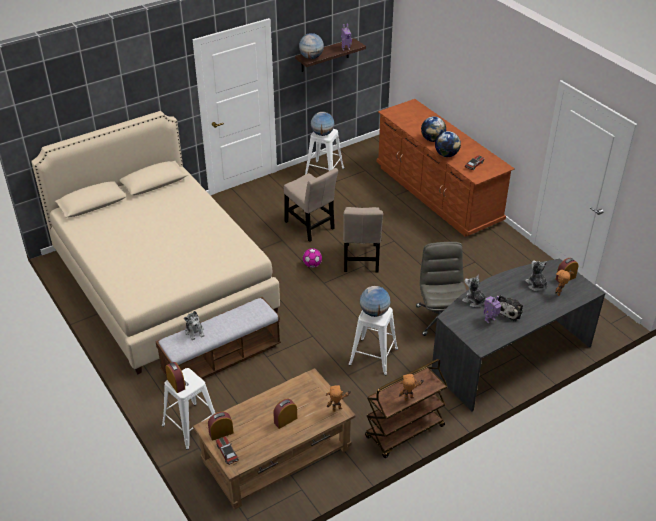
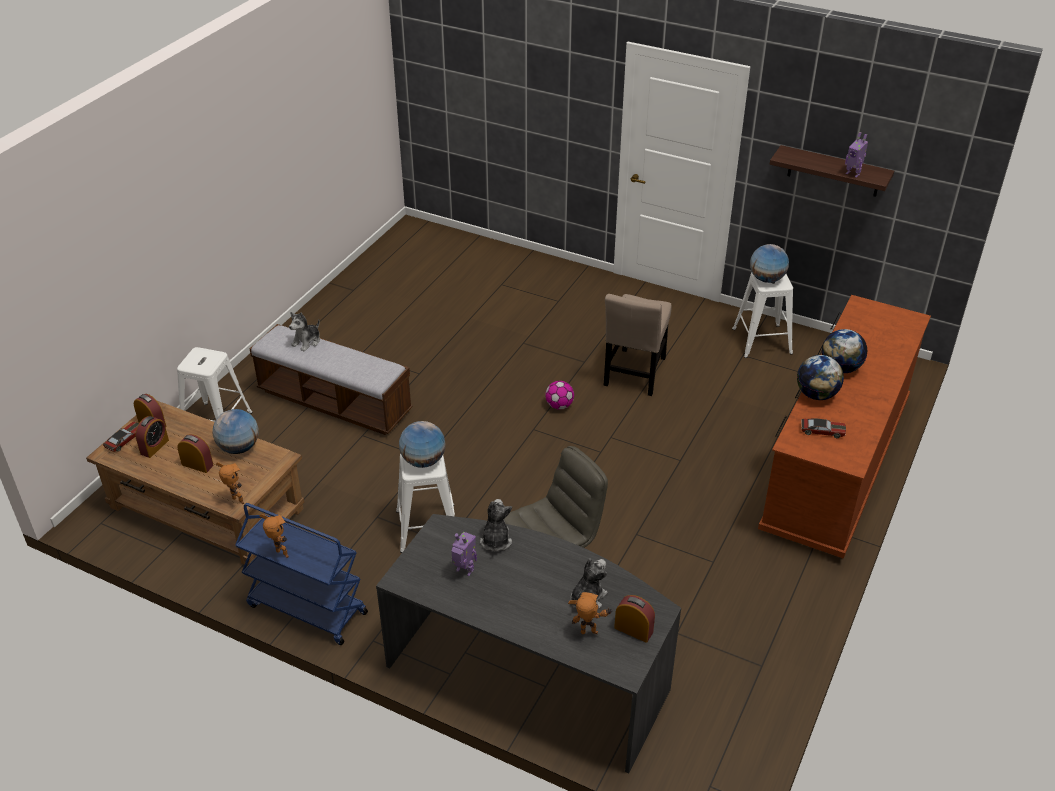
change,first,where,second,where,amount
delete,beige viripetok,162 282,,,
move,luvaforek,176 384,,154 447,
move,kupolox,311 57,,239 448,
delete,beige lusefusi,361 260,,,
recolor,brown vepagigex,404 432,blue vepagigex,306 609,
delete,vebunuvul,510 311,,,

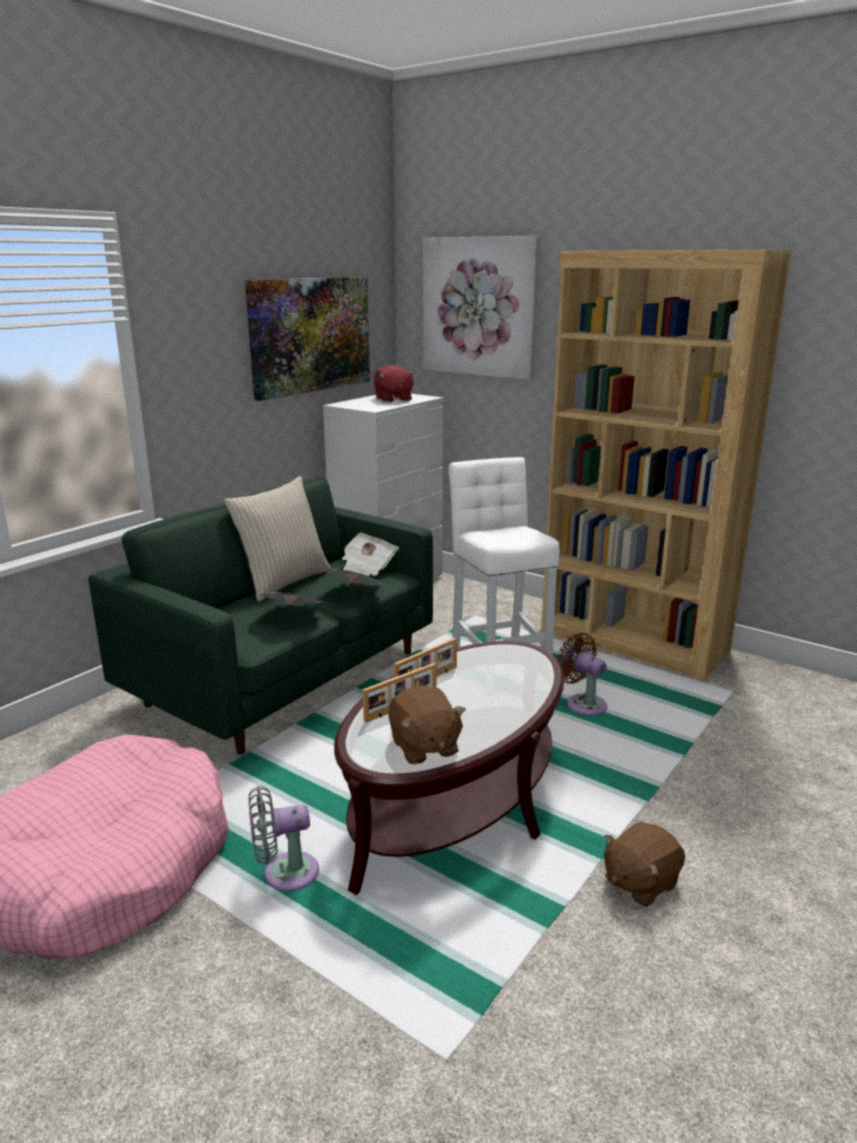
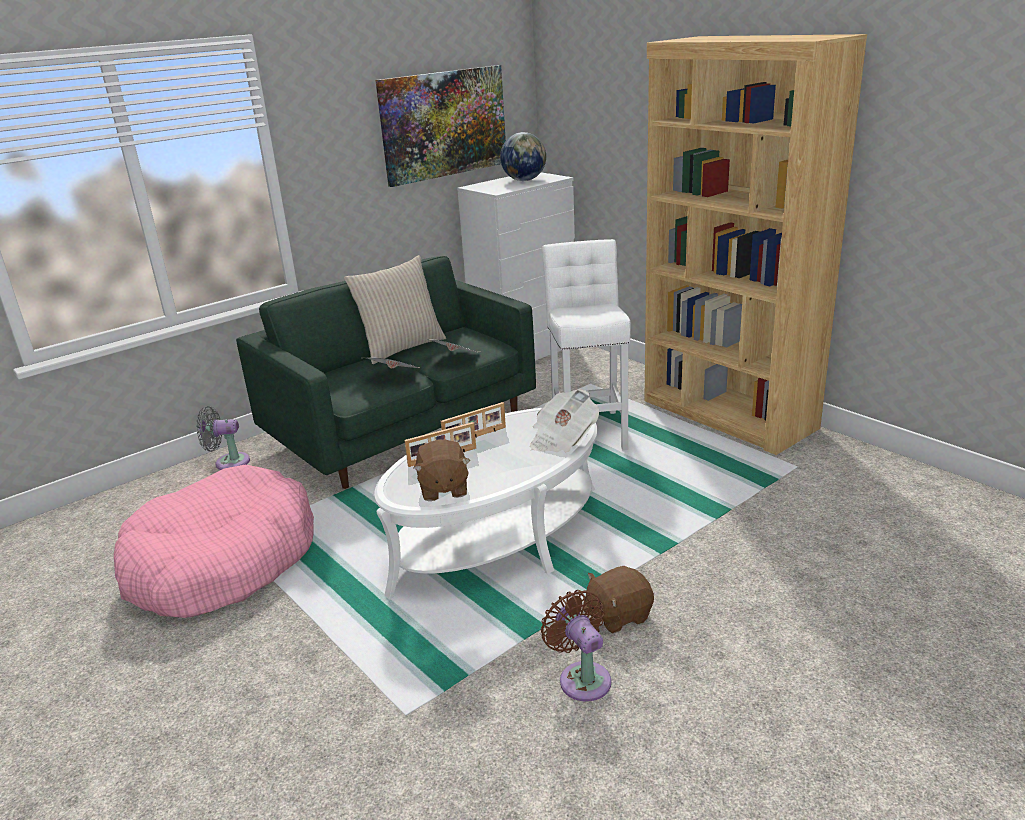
change,first,where,second,where,amount
move,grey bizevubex,285 874,,228 462,
recolor,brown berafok,455 801,white berafok,498 538,
move,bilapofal,368 568,,562 439,
replace,red vebunuvul,393 399,kupolox,524 180,
delete,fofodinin,479 307,,,
move,brown bizevubex,583 704,,582 677,

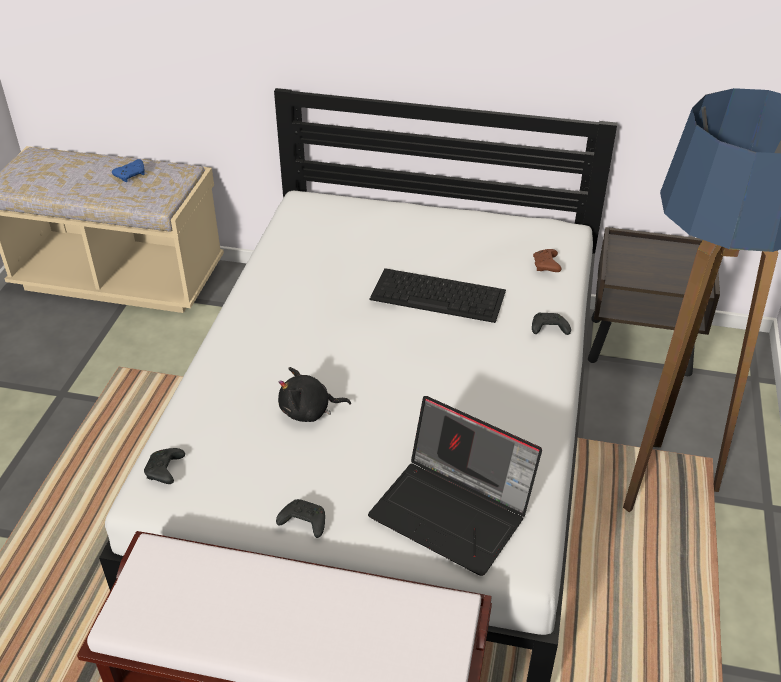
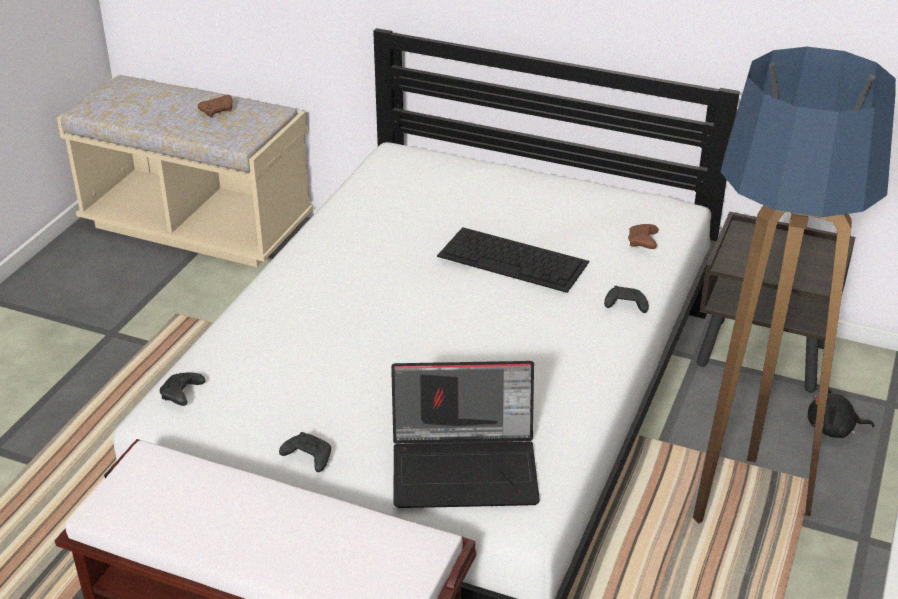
change,first,where,second,where,amount
recolor,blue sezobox,131 175,brown sezobox,218 111,
move,black vebunuvul,309 411,,833 429,
rotate,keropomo,454 511,,466 466,45 degrees counterclockwise

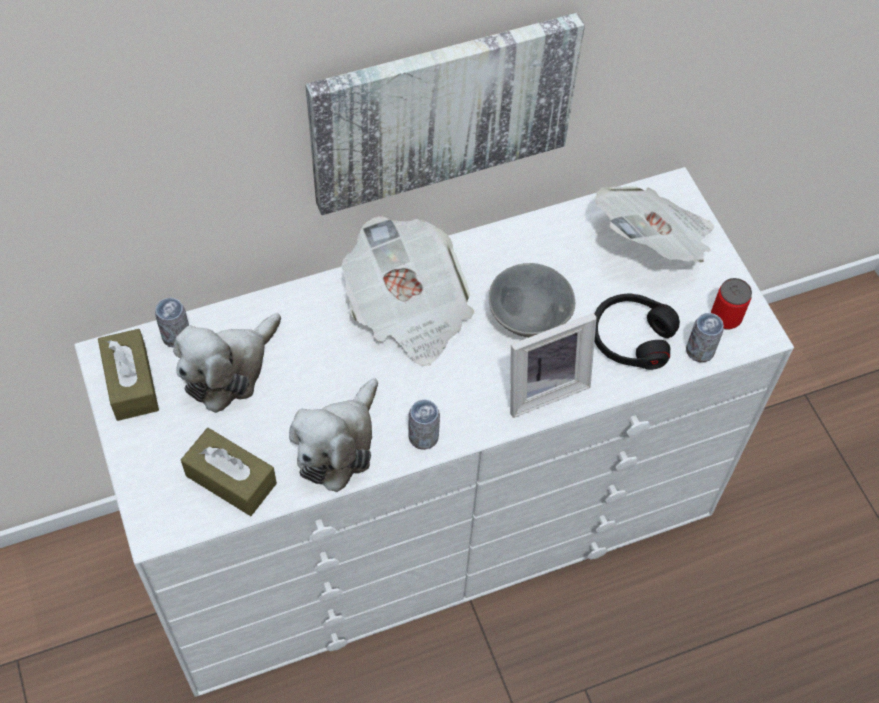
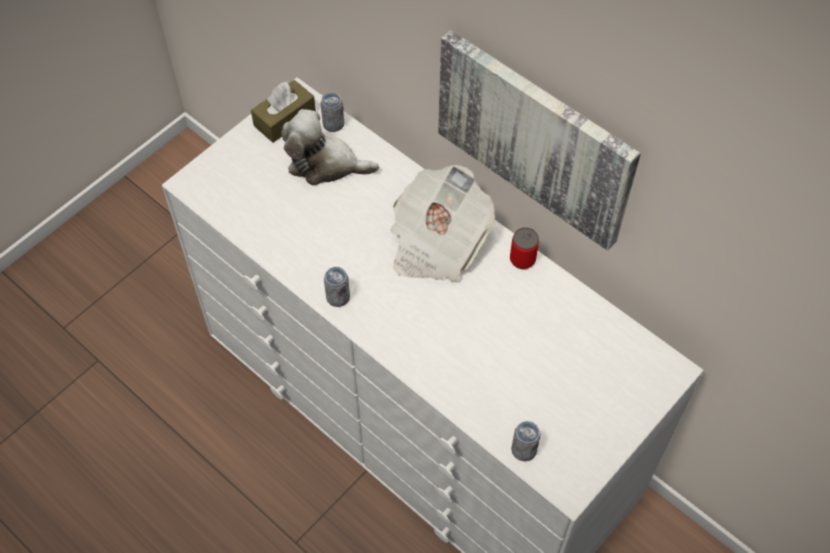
change,first,where,second,where,amount
delete,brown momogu,231 479,,,
delete,vebunuvul,338 445,,,
delete,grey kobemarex,529 318,,,
delete,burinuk,543 387,,,
delete,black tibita,631 338,,,
delete,bilapofal,654 242,,,
move,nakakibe,725 317,,522 259,

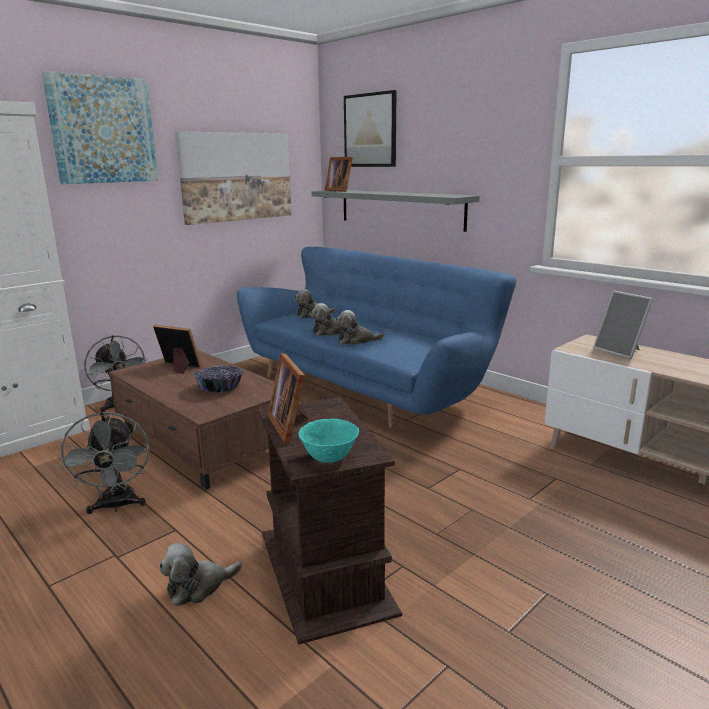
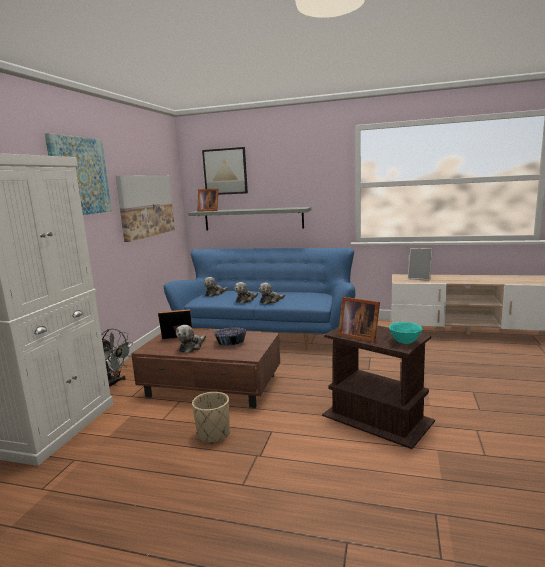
change,first,where,second,where,amount
replace,grey bizevubex,117 506,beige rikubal,213 434,
move,vebunuvul,198 587,,191 347,

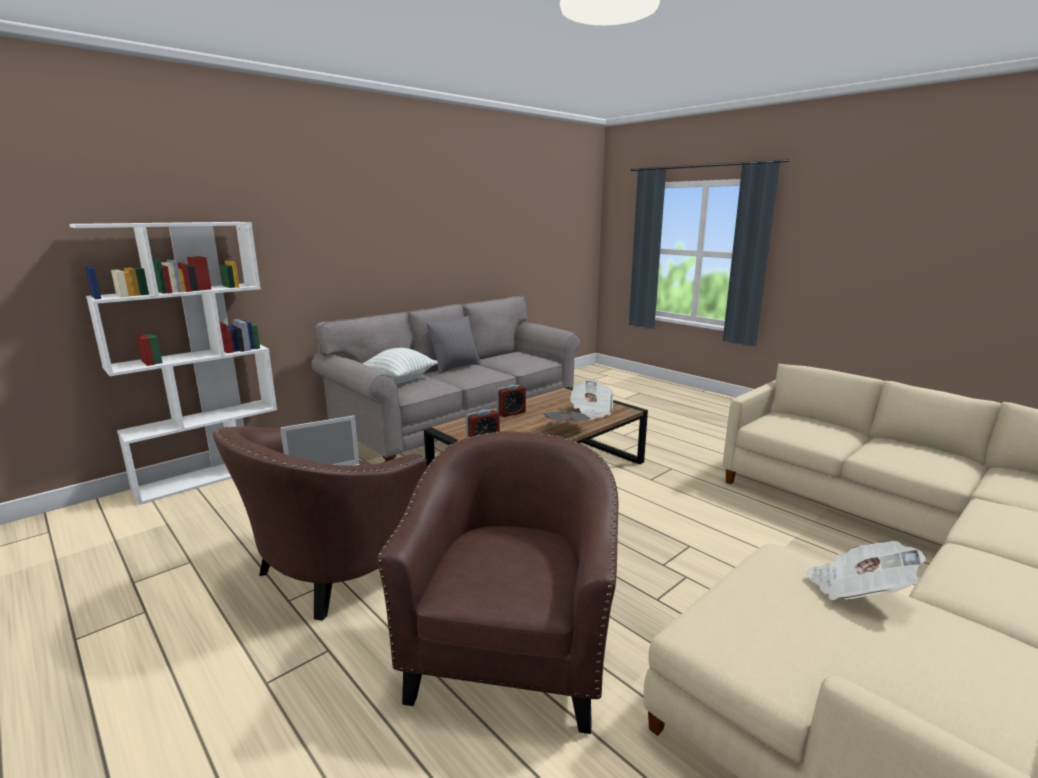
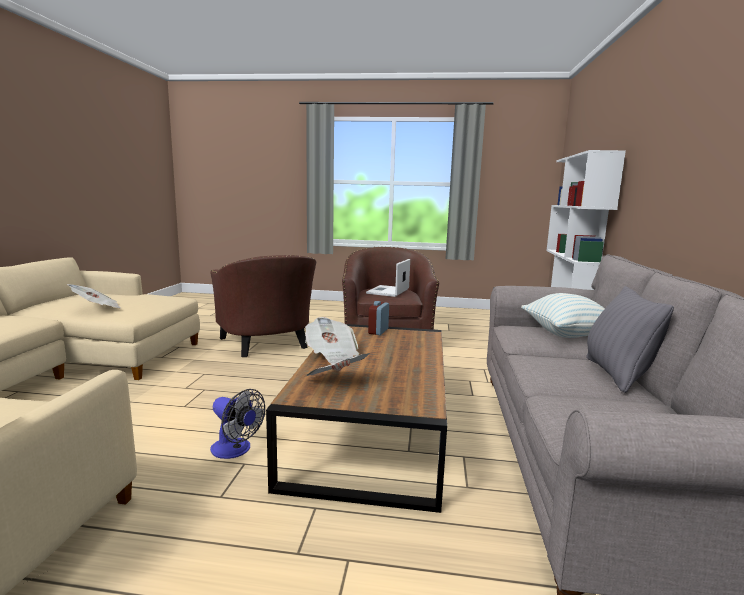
change,first,where,second,where,amount
delete,luvaforek,511 413,,,
insert,,,bizevubex,235 450,

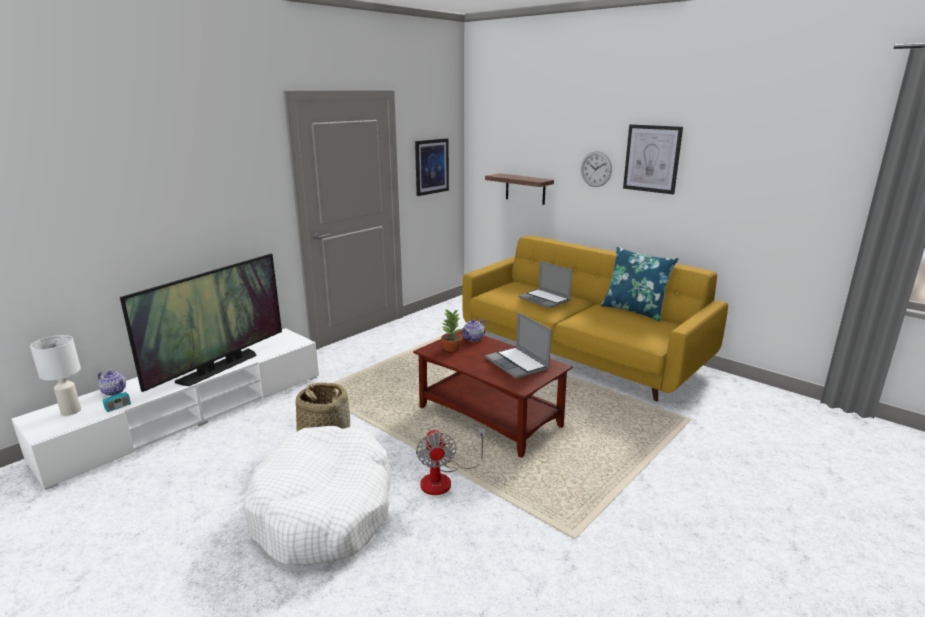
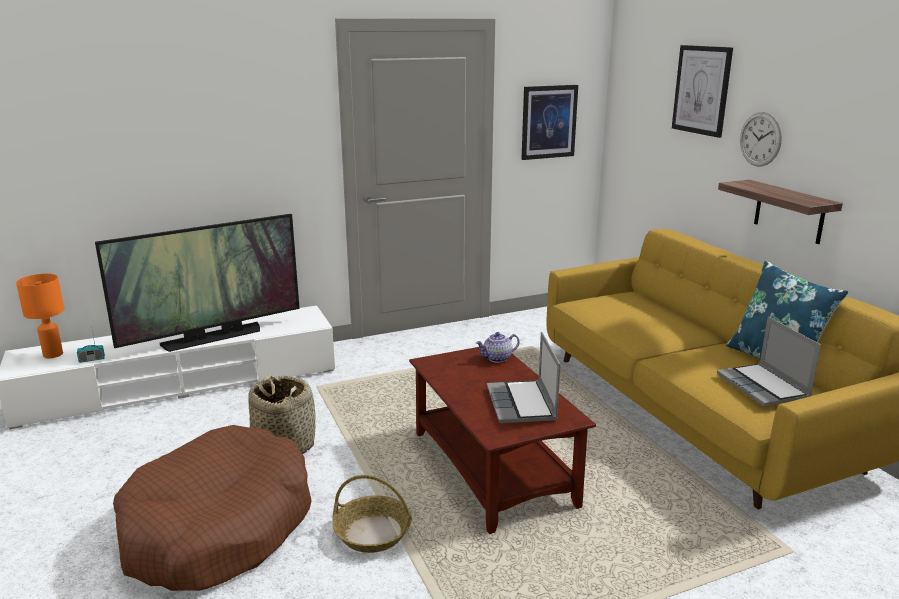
change,first,where,second,where,amount
recolor,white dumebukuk,70 411,orange dumebukuk,52 354,
delete,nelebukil,115 391,,,
recolor,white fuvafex,324 510,brown fuvafex,218 527,
replace,bizevubex,444 479,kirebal,373 533,
delete,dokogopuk,451 348,,,
move,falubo,525 189,,789 212,
move,keropomo,545 299,,764 387,
move,fofodinin,652 158,,701 90,

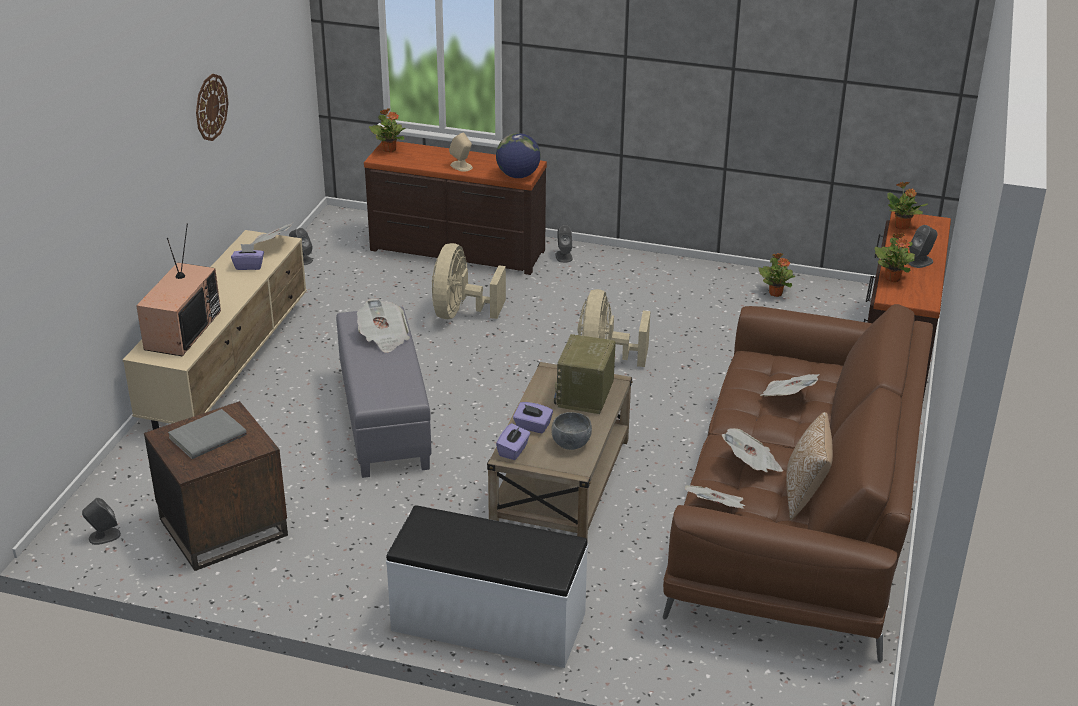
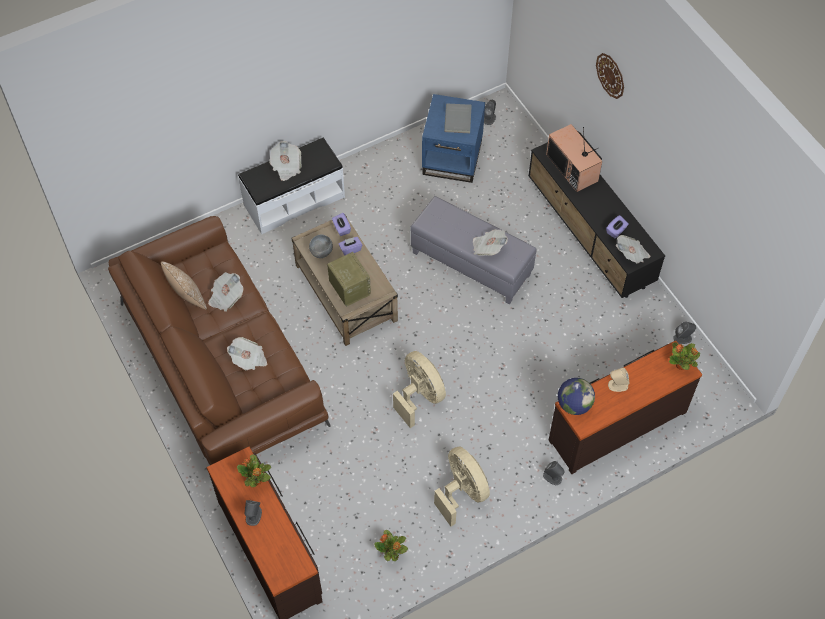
change,first,where,second,where,amount
recolor,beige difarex,229 365,black difarex,589 235,
recolor,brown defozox,223 526,blue defozox,453 158,
move,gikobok,211 107,,610 75,
move,beige bizevubex,460 313,,462 492,
move,bilapofal,716 509,,286 167,
delete,dokogopuk,902 227,,,

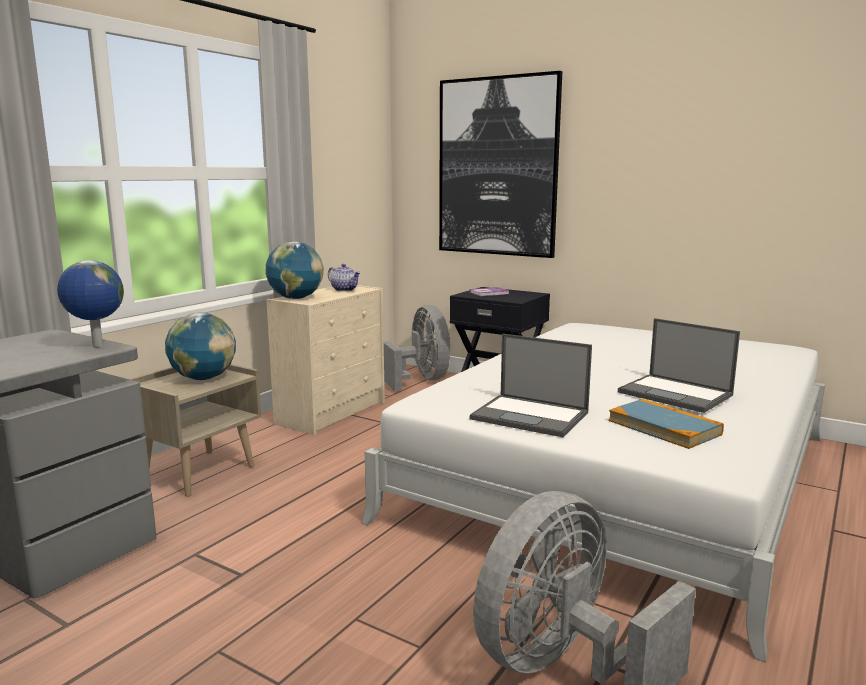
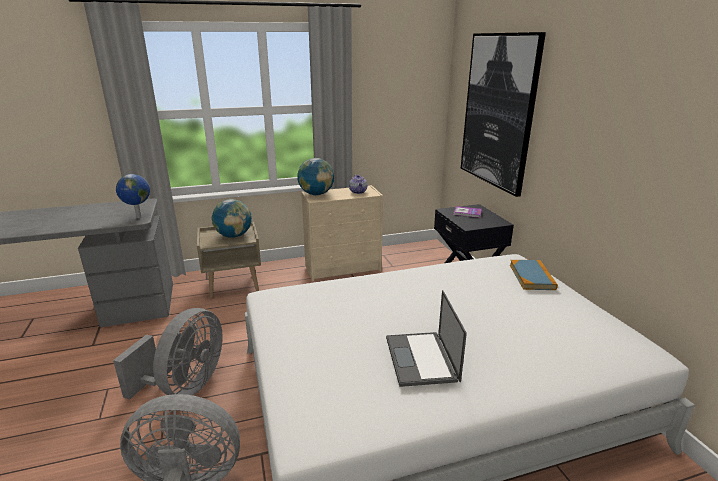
change,first,where,second,where,amount
move,grey bizevubex,422 380,,185 386,
delete,keropomo,531 416,,,
move,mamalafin,664 427,,532 277,

